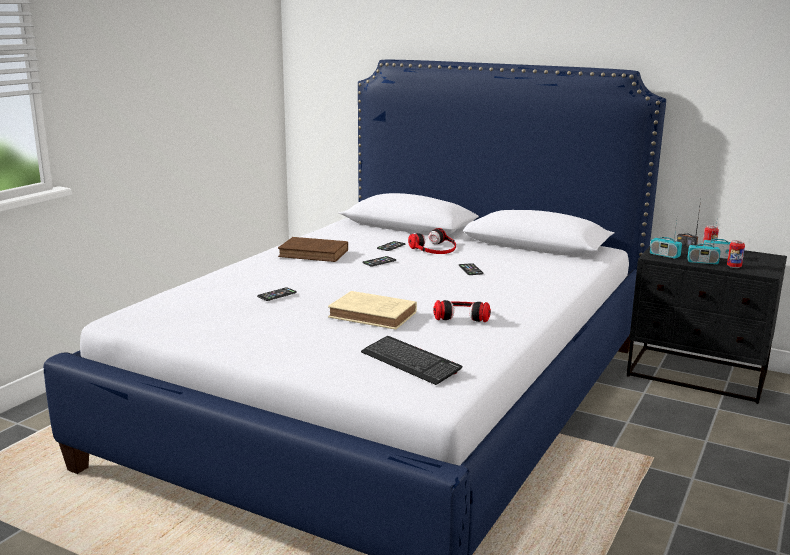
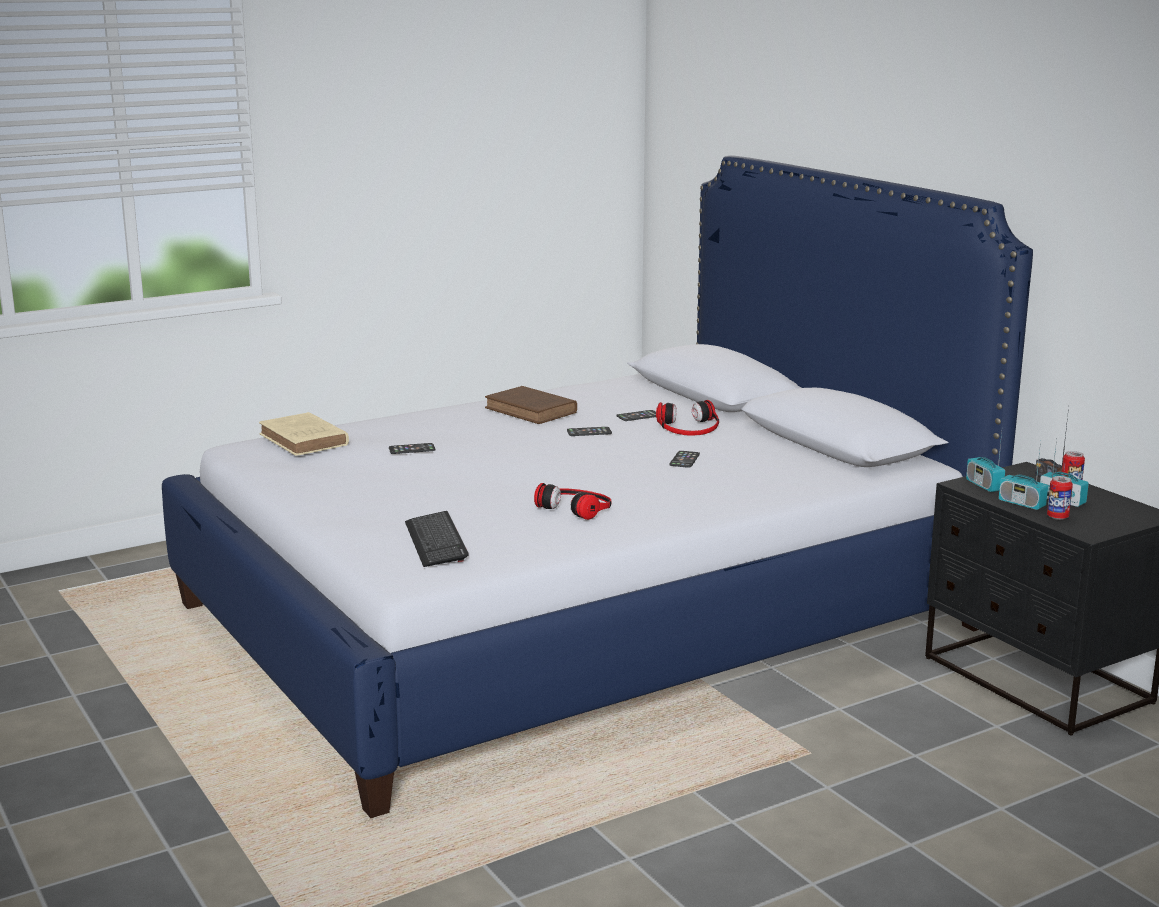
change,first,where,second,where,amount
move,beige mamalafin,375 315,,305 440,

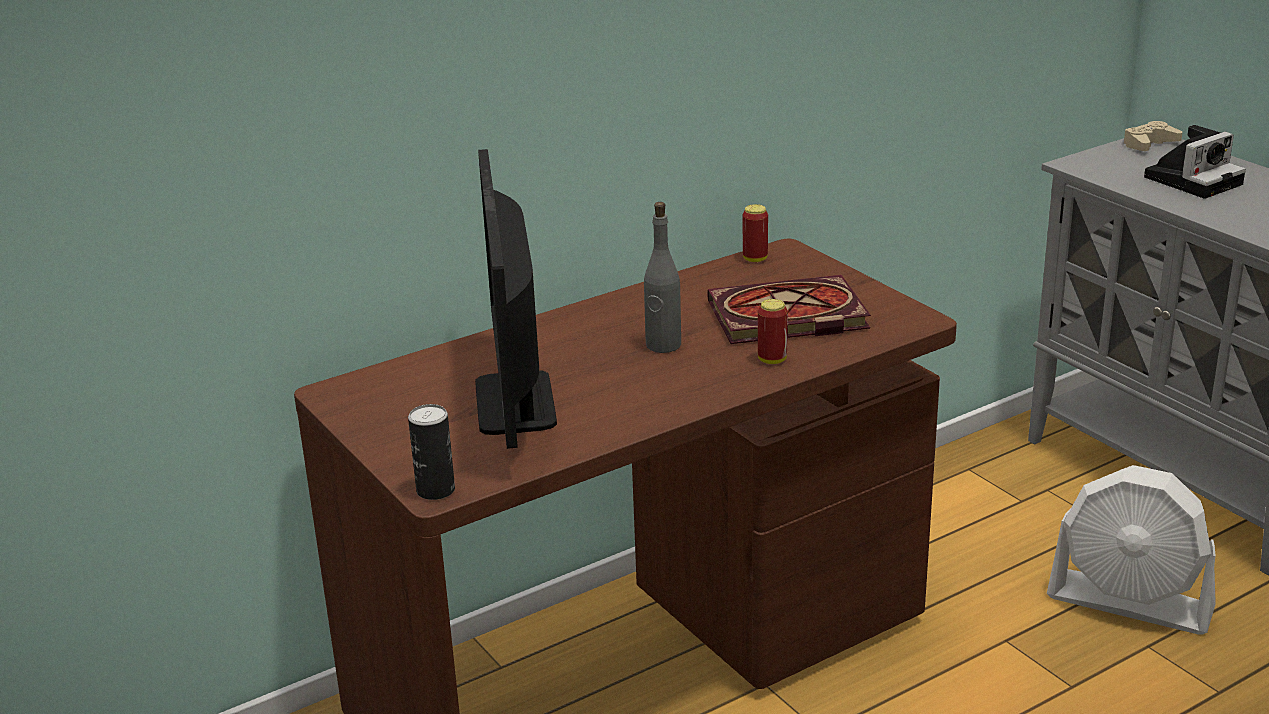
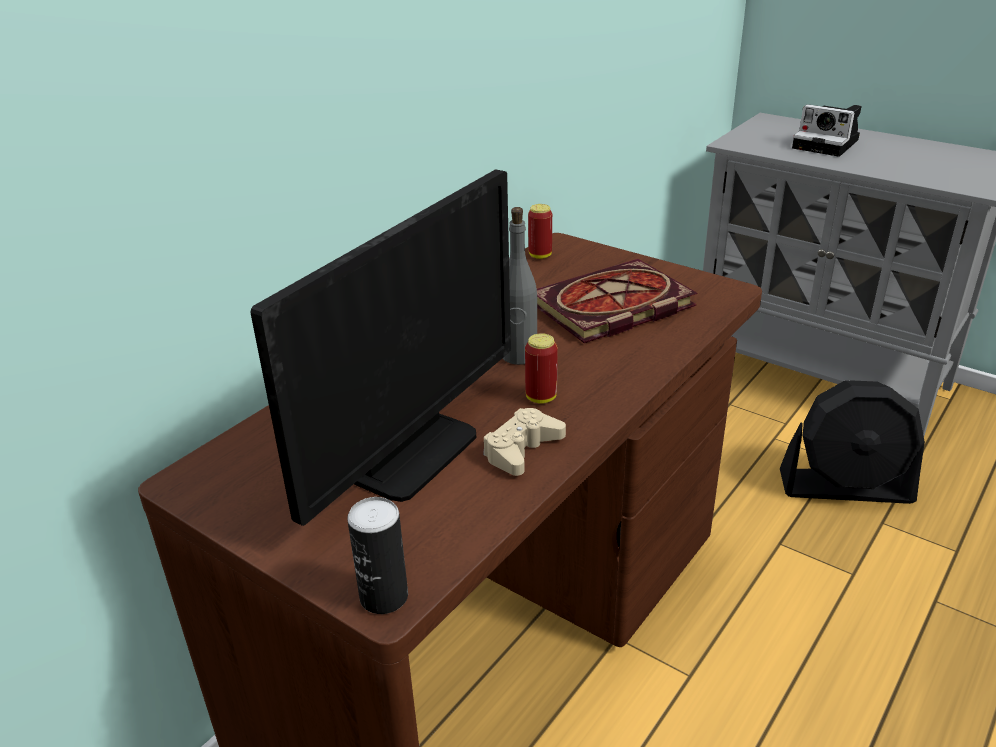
change,first,where,second,where,amount
rotate,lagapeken,515 403,,409 453,120 degrees counterclockwise
move,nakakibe,772 360,,541 397,
recolor,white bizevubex,1130 603,black bizevubex,846 487,
move,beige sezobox,1149 144,,522 449,
rotate,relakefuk,1194 179,,828 144,90 degrees clockwise

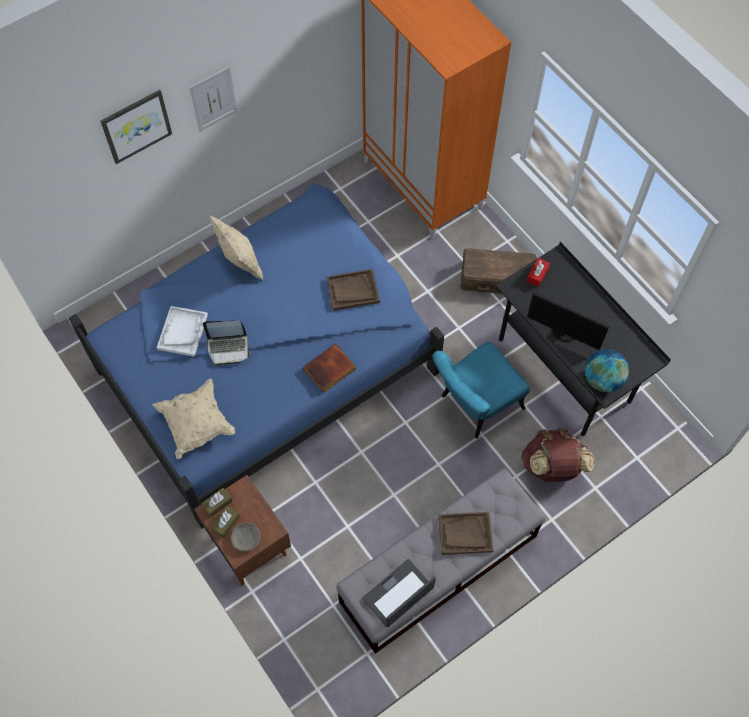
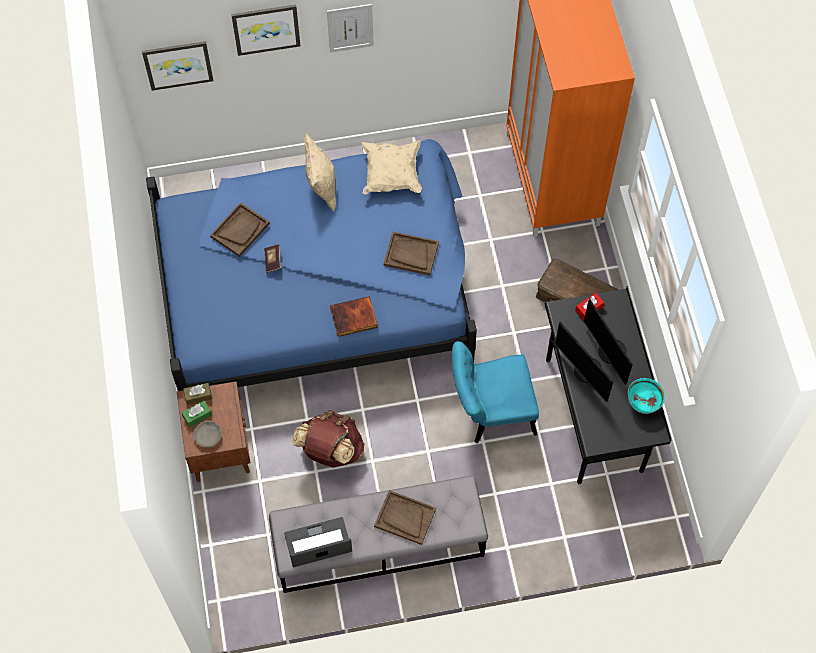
change,first,where,second,where,amount
move,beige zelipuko,196 424,,391 175,
recolor,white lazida,182 331,brown lazida,240 230,
replace,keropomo,228 348,mamalafin,273 261,
recolor,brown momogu,226 523,green momogu,197 416,
move,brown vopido,552 467,,330 451,
delete,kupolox,602 379,,,
insert,,,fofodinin,178 64,
insert,,,lagapeken,609 353,
insert,,,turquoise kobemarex,643 403,

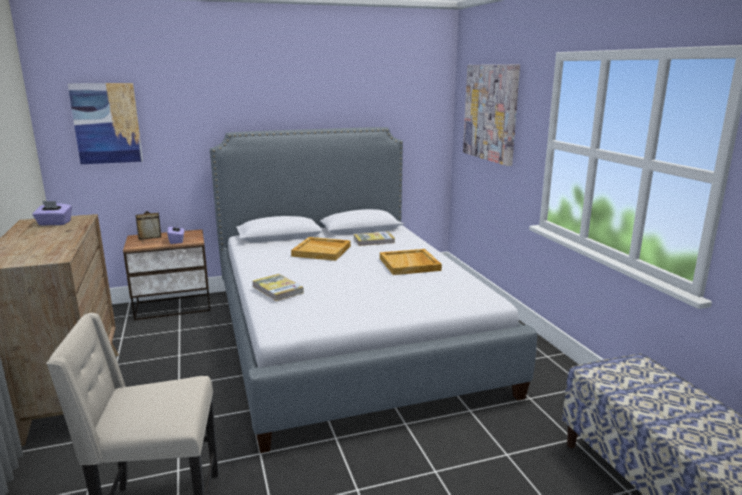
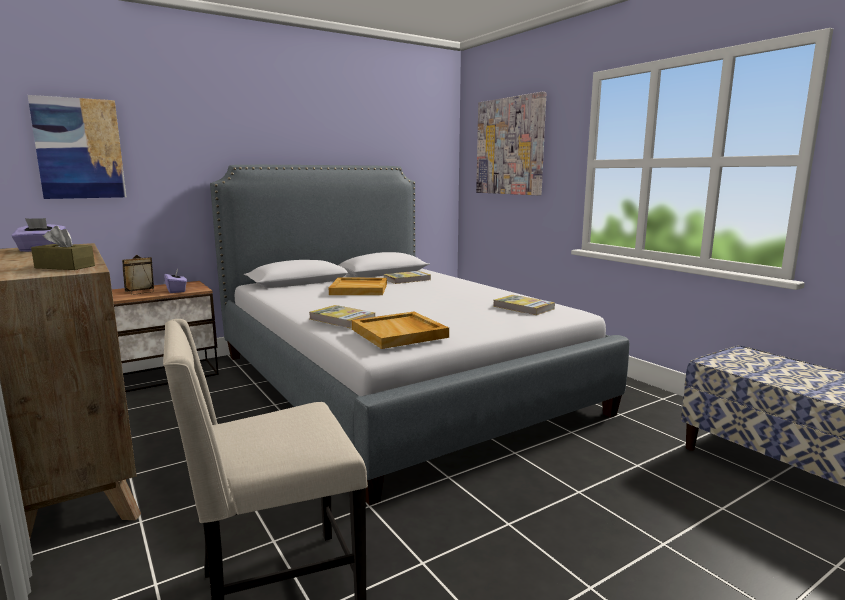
change,first,where,second,where,amount
move,beige lazida,410 264,,400 333,
insert,,,brown momogu,65 267,
insert,,,mamalafin,523 307,

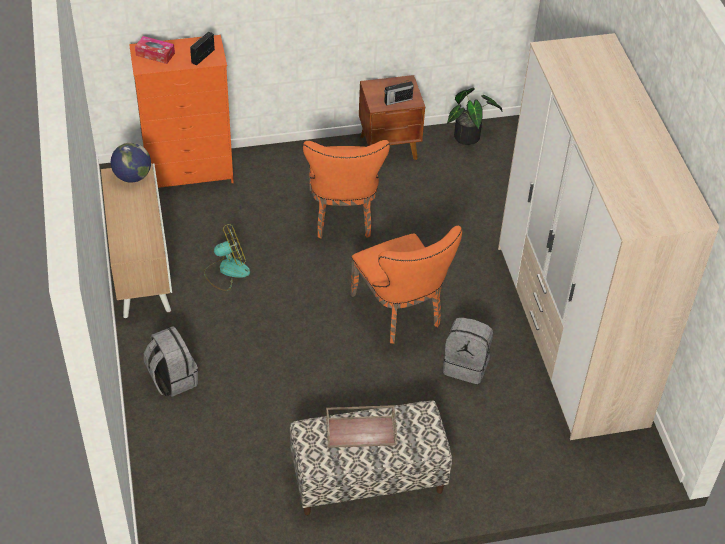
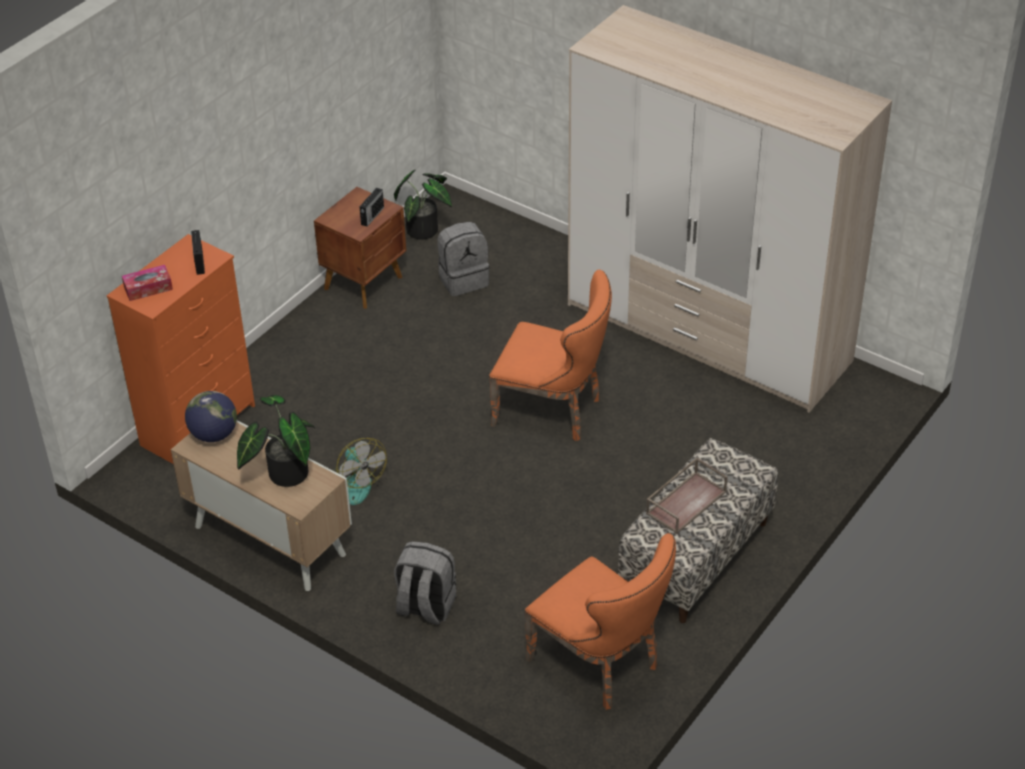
change,first,where,second,where,amount
rotate,bizevubex,227 271,,352 484,120 degrees clockwise
move,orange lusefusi,343 216,,601 665,
move,grey vopido,466 365,,463 279,
insert,,,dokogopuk,283 473,

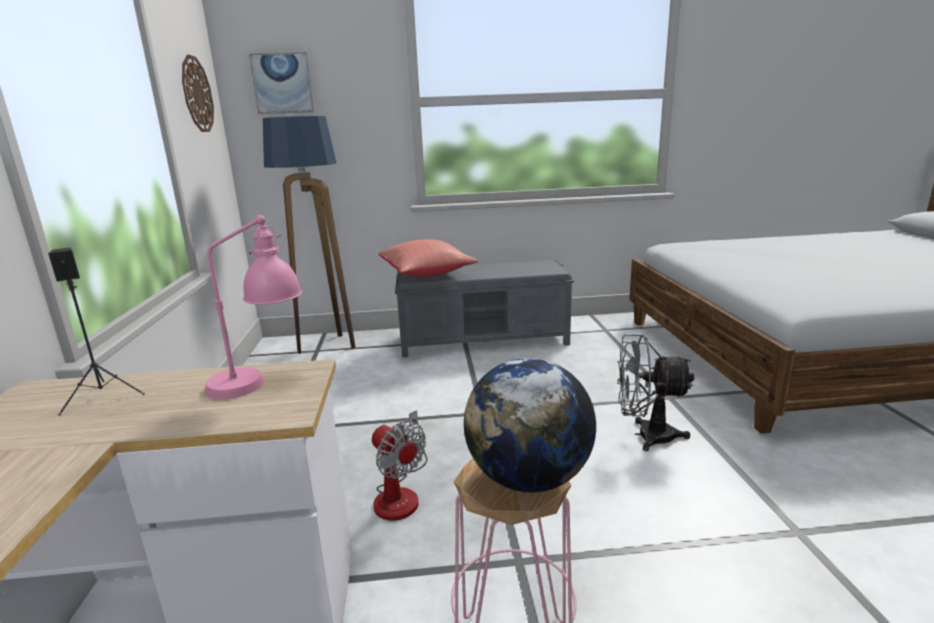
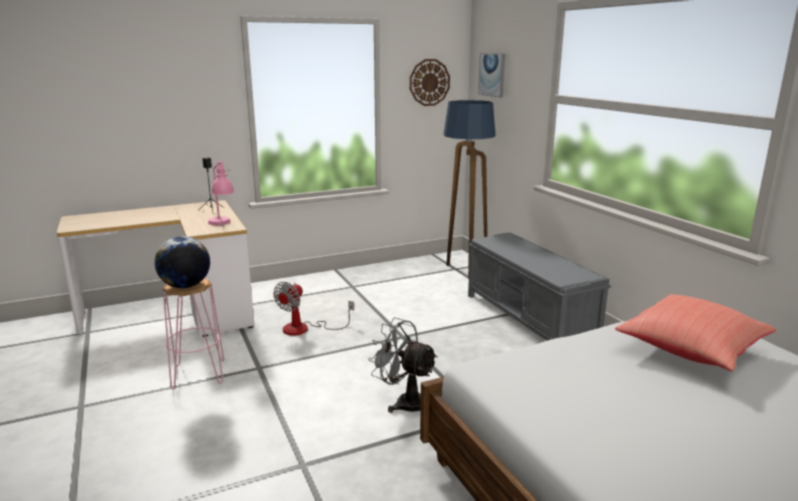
change,first,where,second,where,amount
move,red zelipuko,427 274,,692 351,
rotate,grey bizevubex,645 435,,404 402,45 degrees counterclockwise

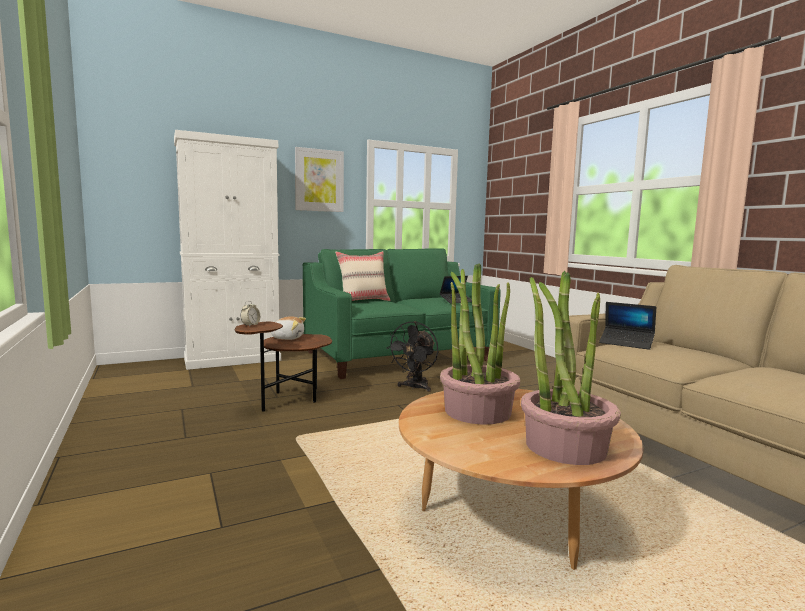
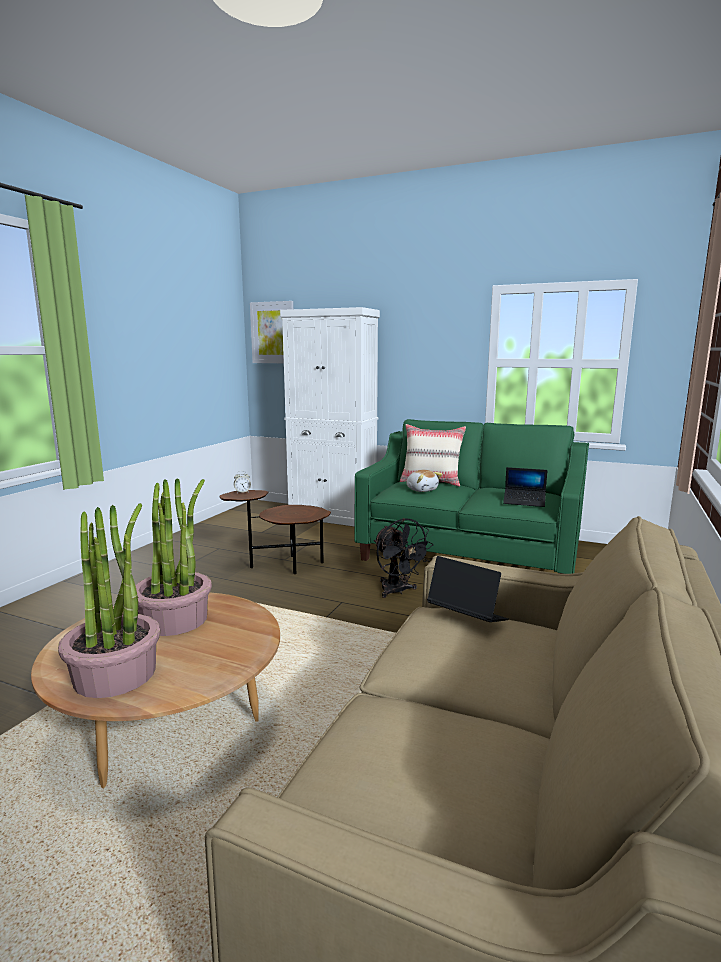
change,first,where,second,where,amount
move,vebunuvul,287 338,,422 490,
move,fofodinin,319 180,,273 332,
rotate,black bizevubex,414 388,,397 591,105 degrees counterclockwise
rotate,keropomo,626 343,,467 617,135 degrees clockwise

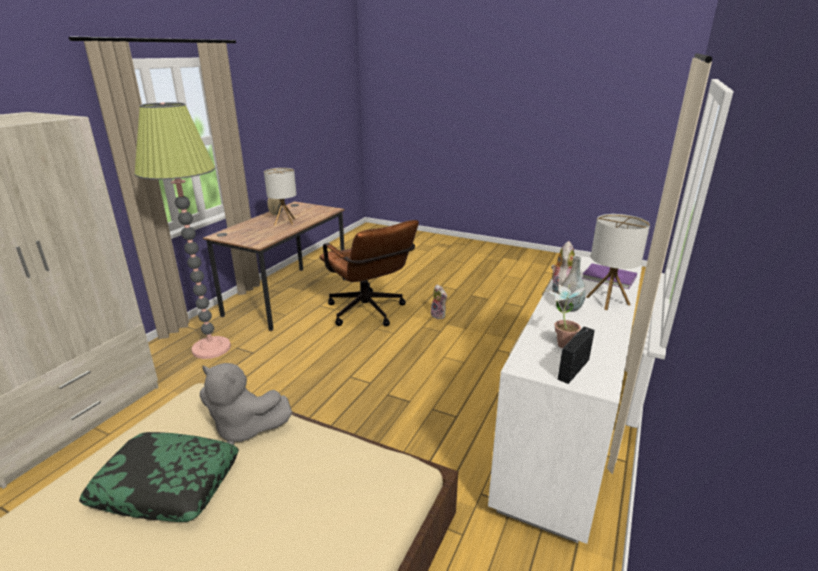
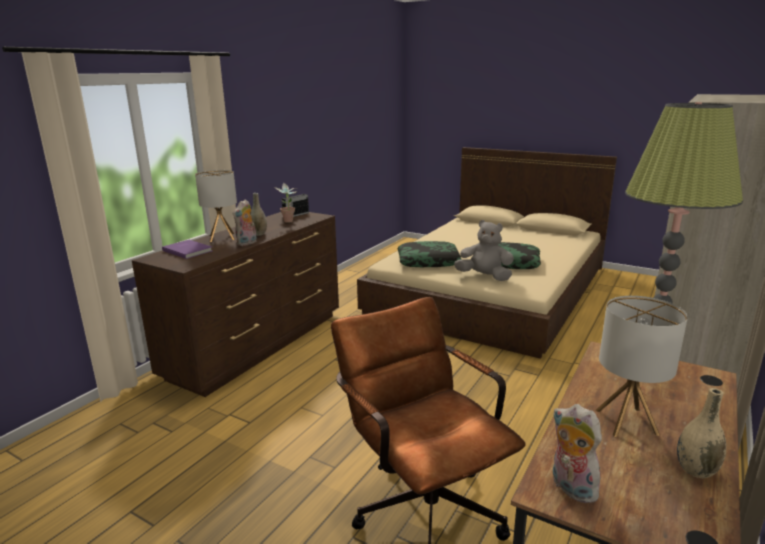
change,first,where,second,where,amount
move,vebunuvul,439 315,,570 487,
recolor,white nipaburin,561 437,brown nipaburin,259 344,
insert,,,zelipuko,428 261,

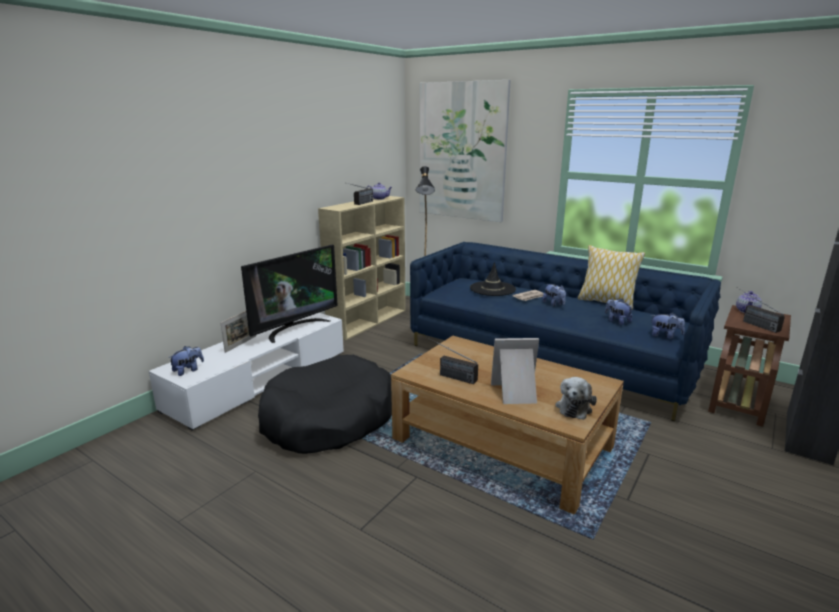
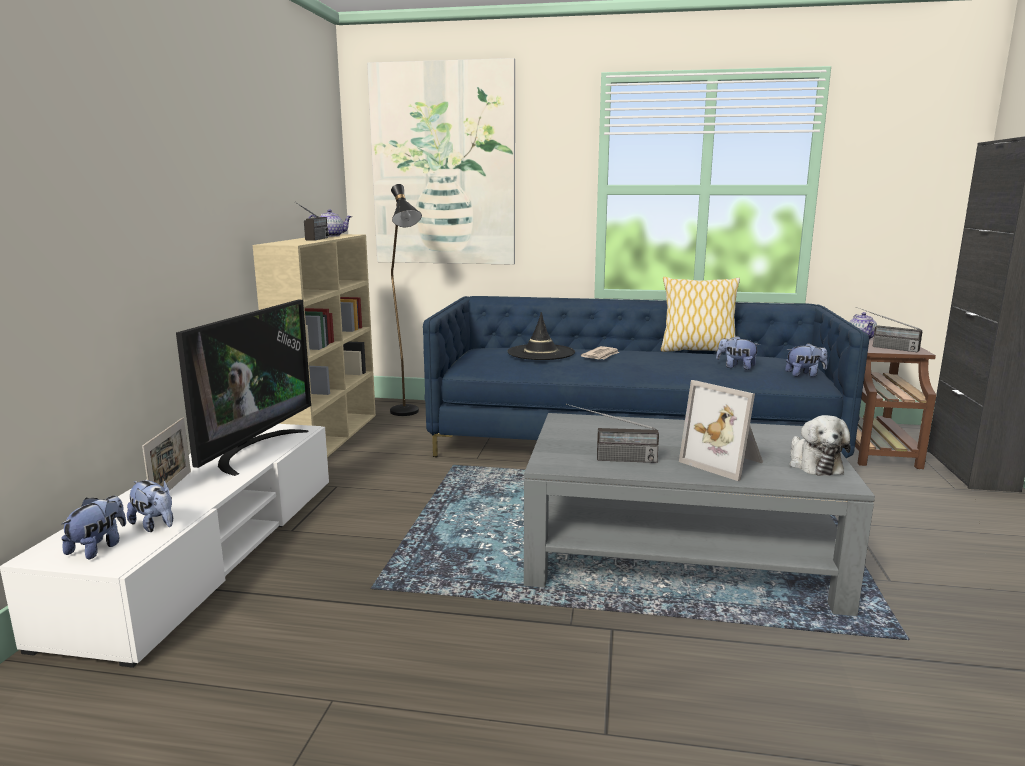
change,first,where,second,where,amount
delete,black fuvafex,328 419,,,
recolor,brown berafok,502 443,grey berafok,680 553,
rotate,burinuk,515 393,,725 463,105 degrees counterclockwise
move,vebunuvul,554 304,,155 525,

